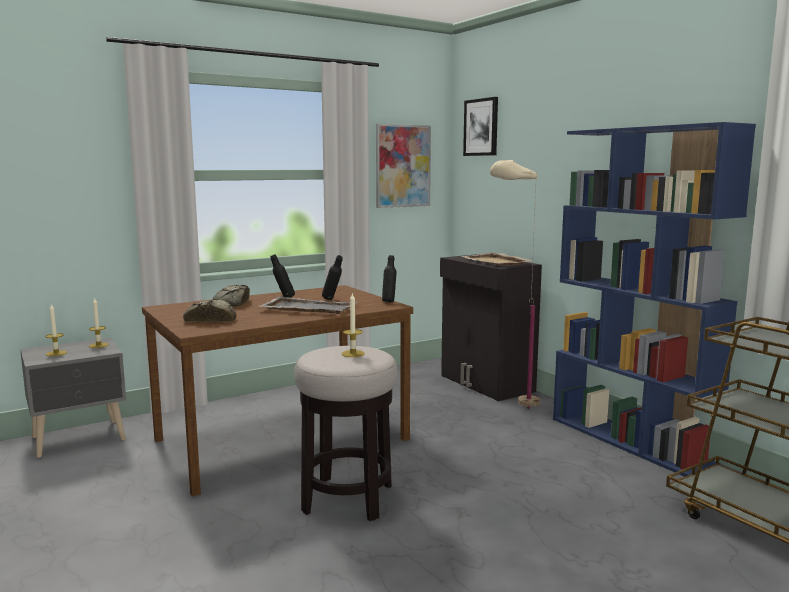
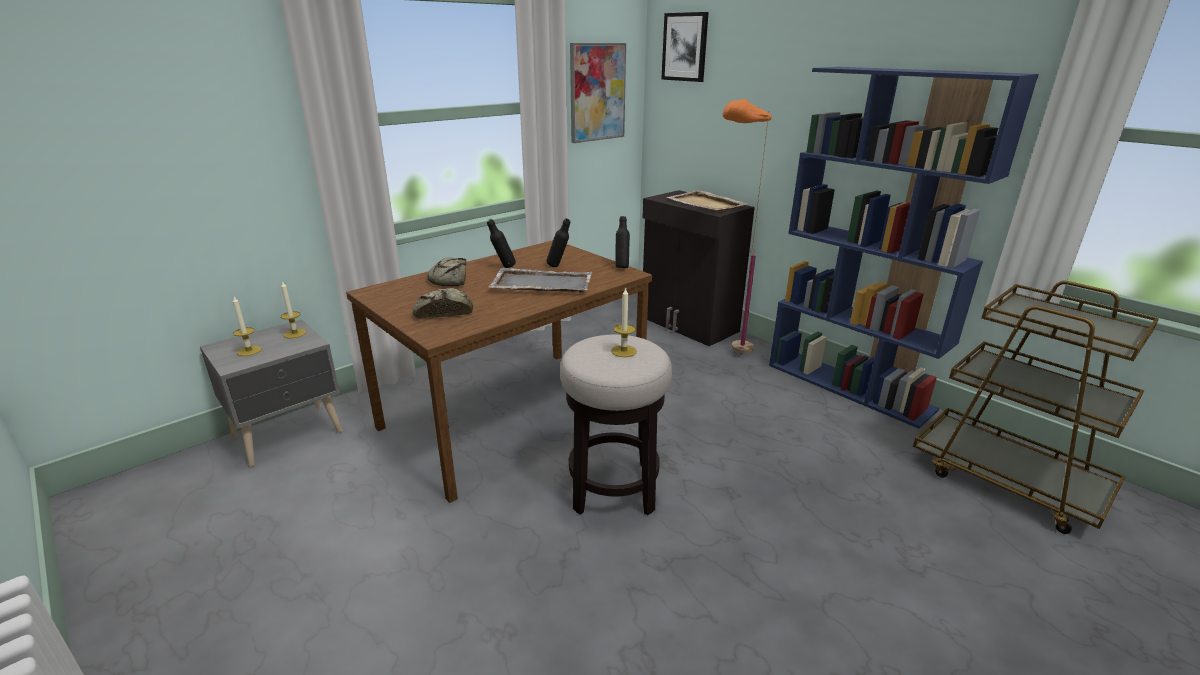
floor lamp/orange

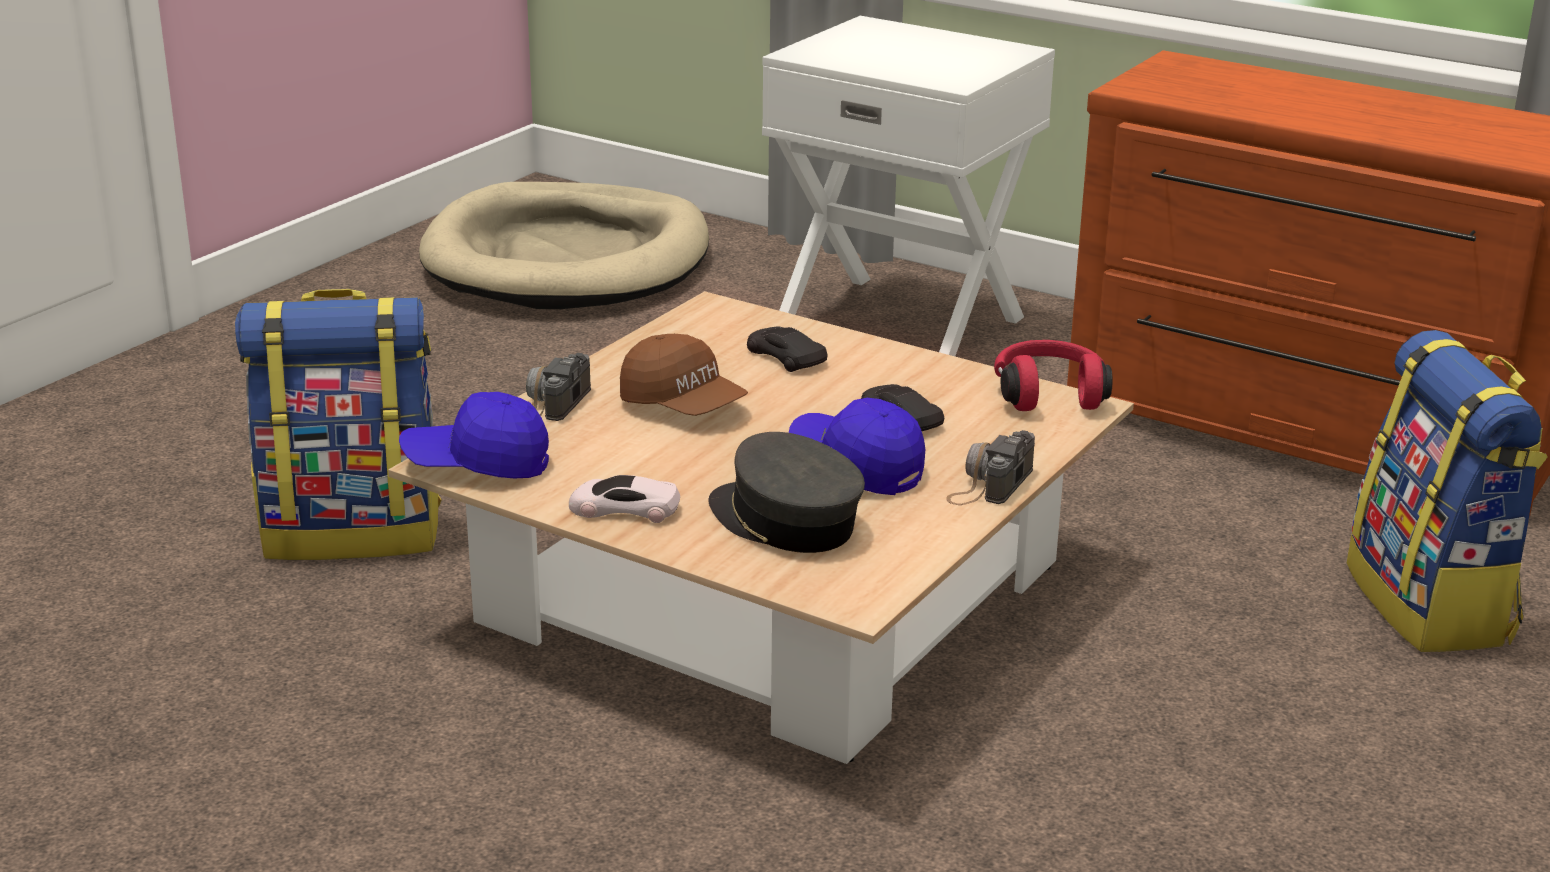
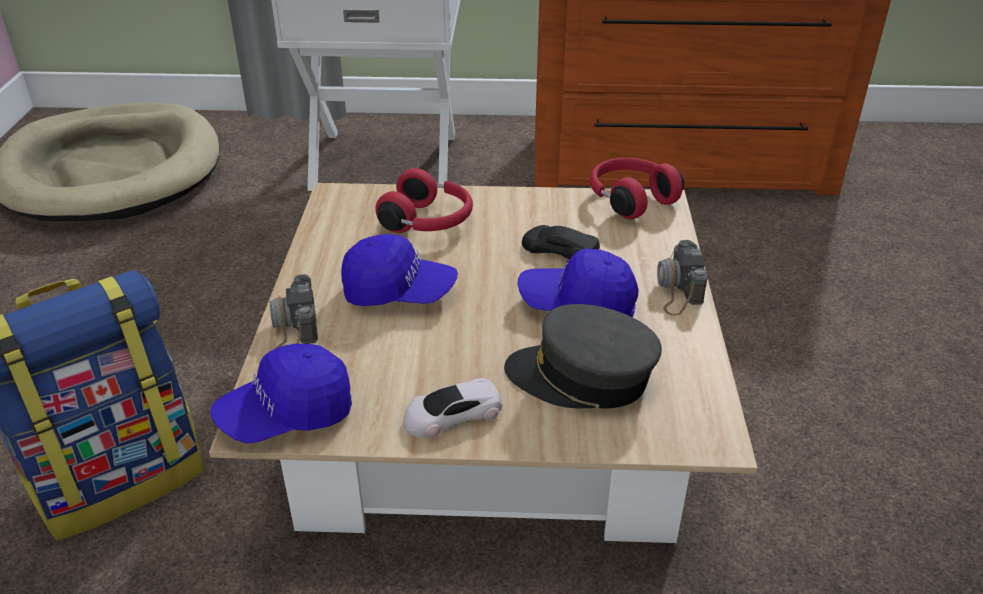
backpack (no. 2 from left in the first image)
headphones/red (no. 1 from left)
cap/blue (no. 2 from left)

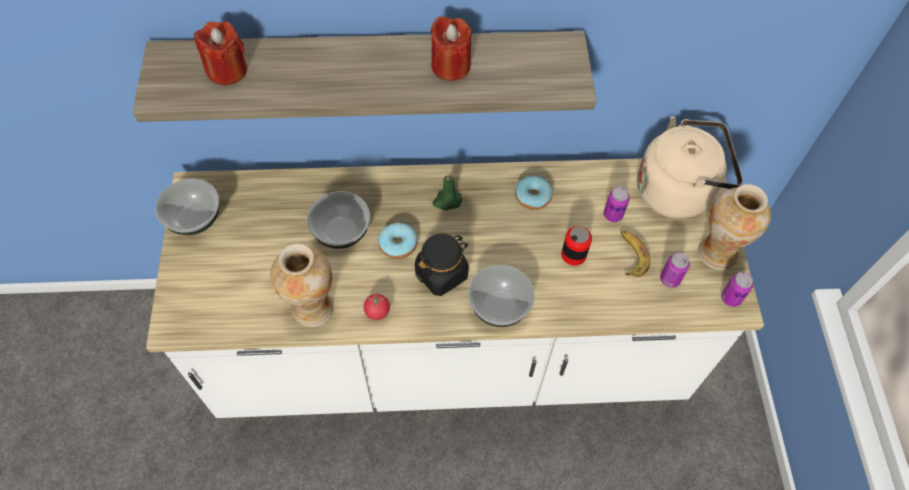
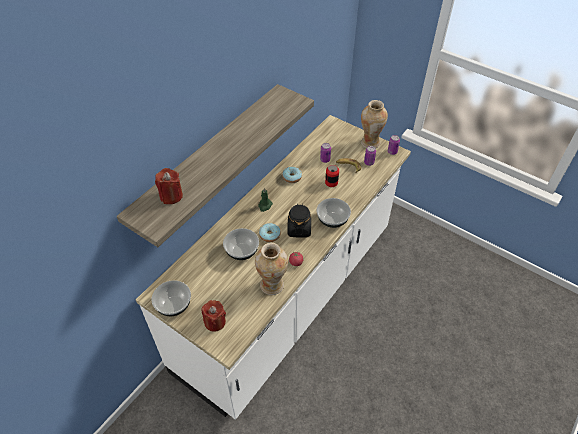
kettle/beige
candle/red (no. 2 from left)

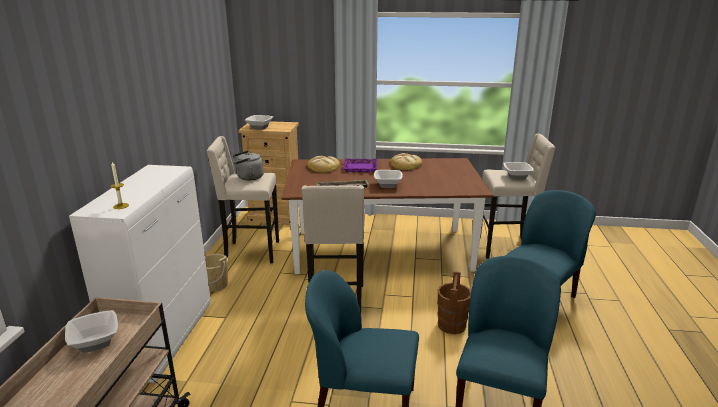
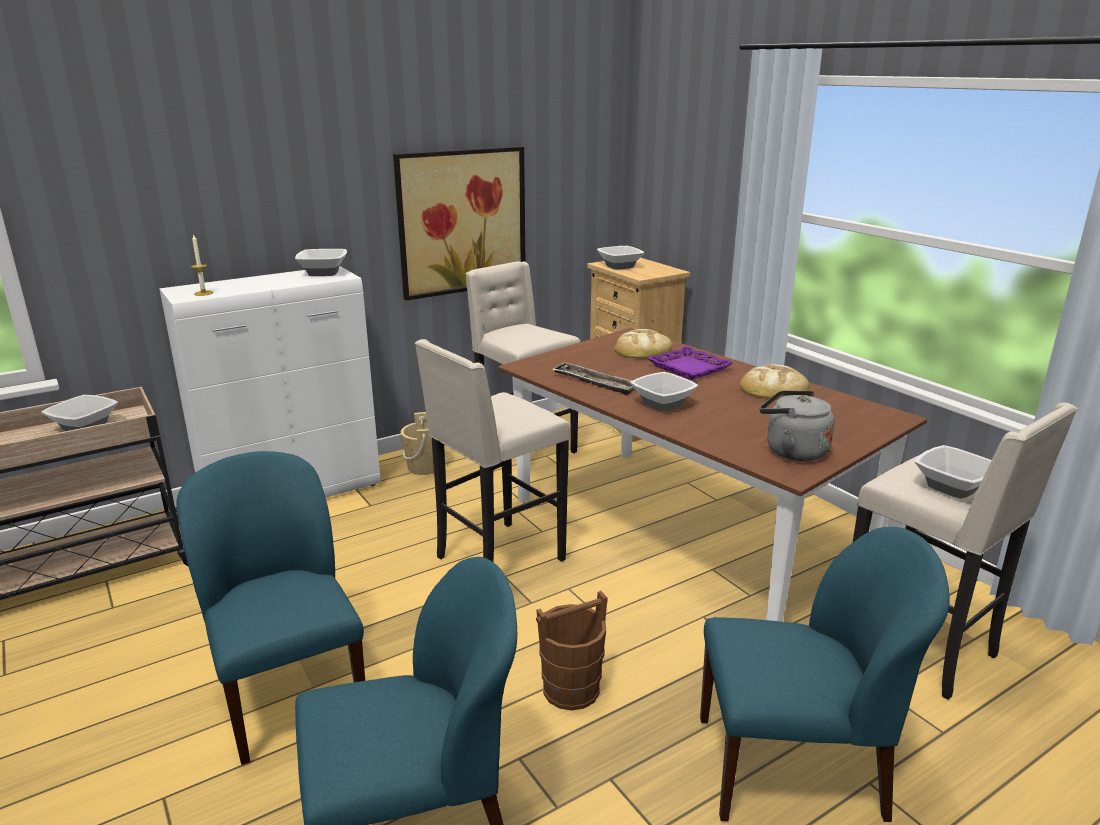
bowl (no. 2 from left)
picture
kettle/grey

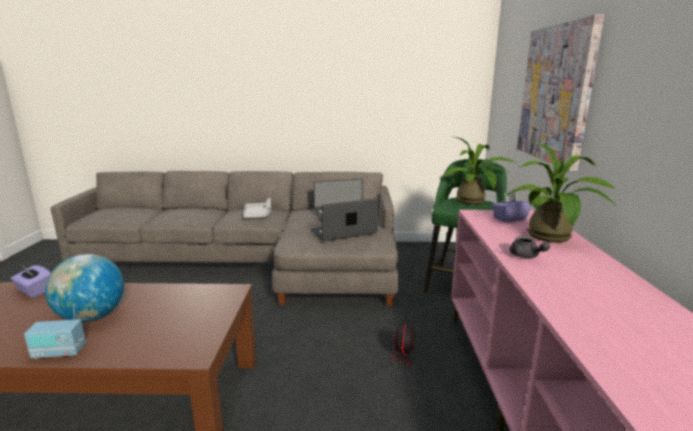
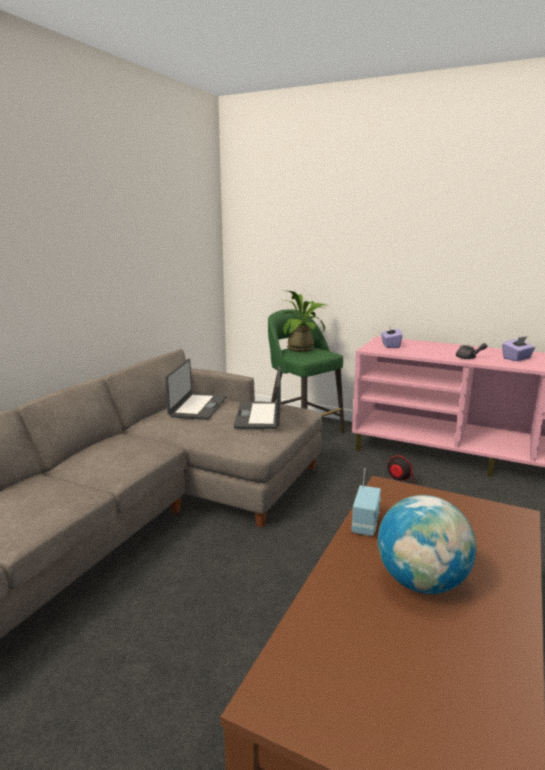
tray/grey
potted plant (no. 2 from left in the first image)
picture
tissue box/purple (no. 2 from left)
radio

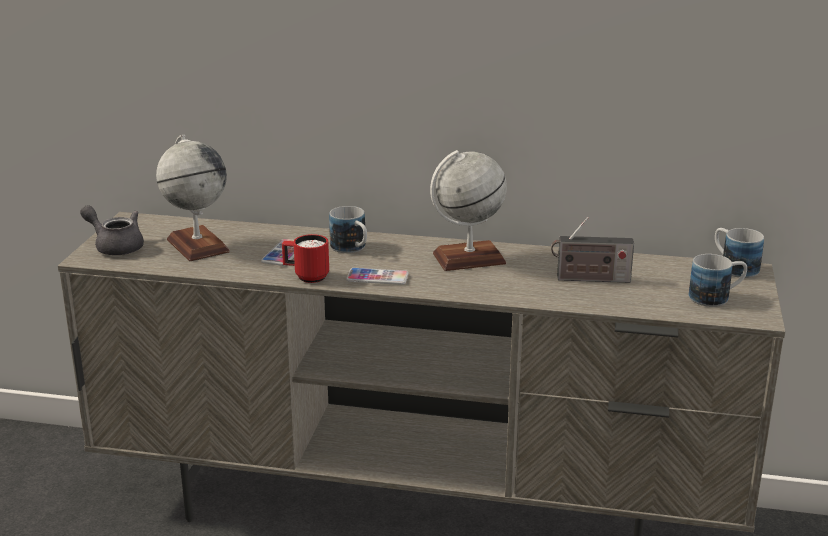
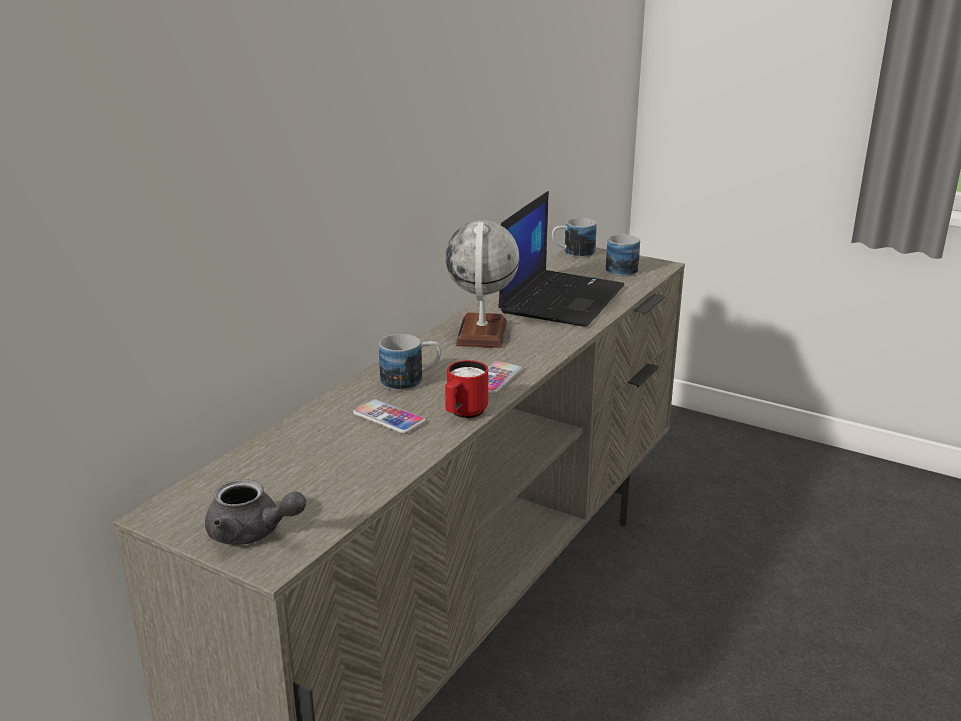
globe (no. 1 from left in the first image)
laptop
teapot/grey

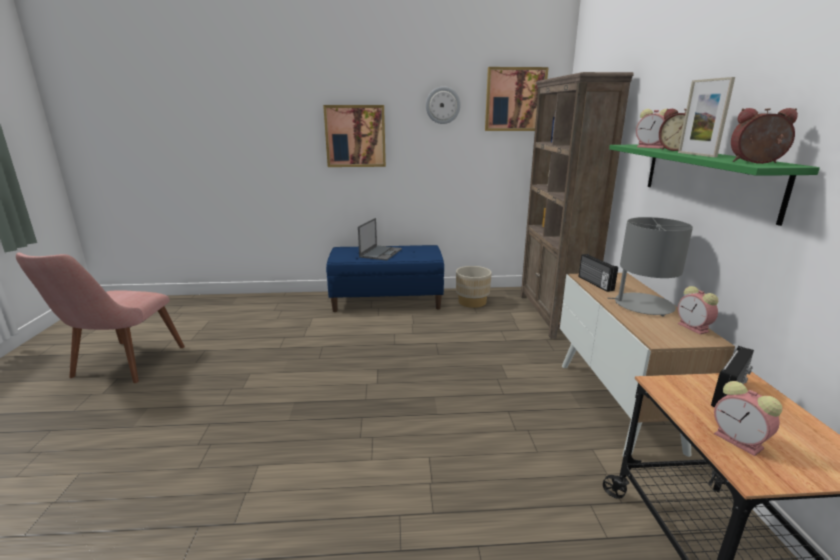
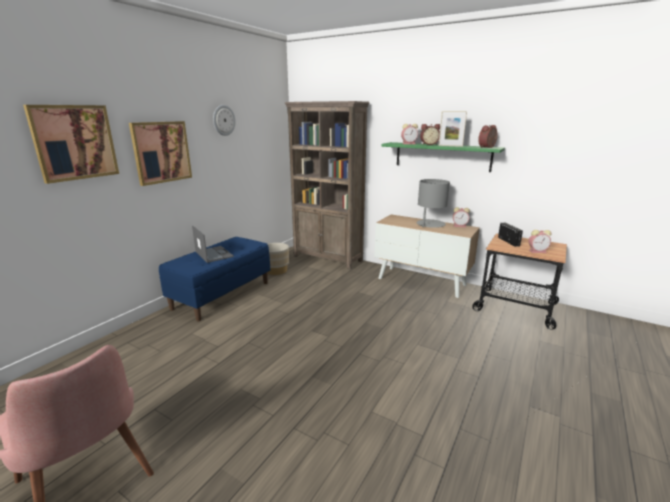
radio (no. 1 from left in the first image)
picture (no. 1 from left)

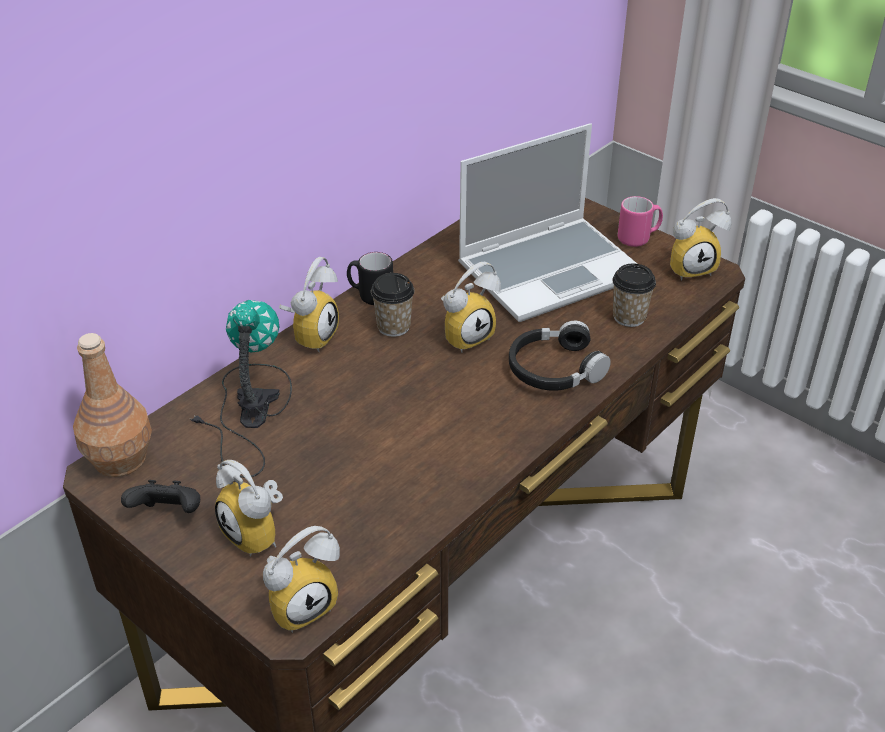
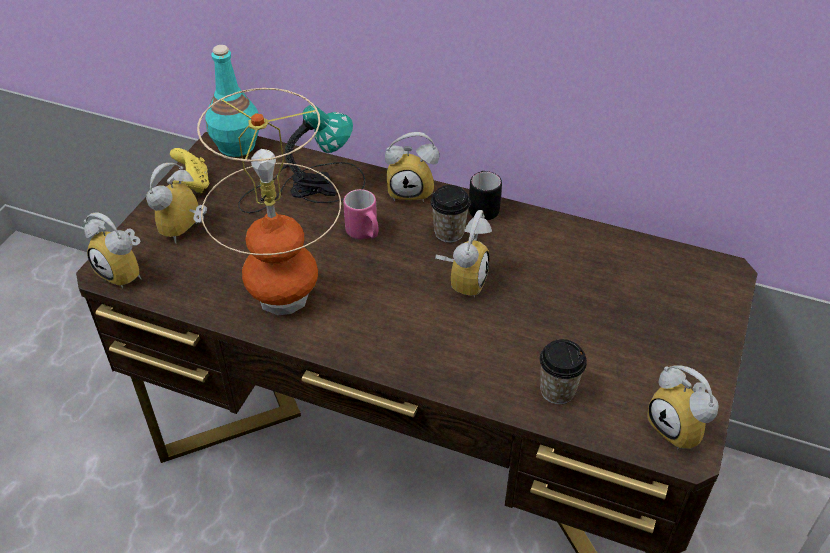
laptop
headphones/black
table lamp (no. 1 from left)
mug/pink
bottle/turquoise
game controller/yellow
alarm clock (no. 4 from left)

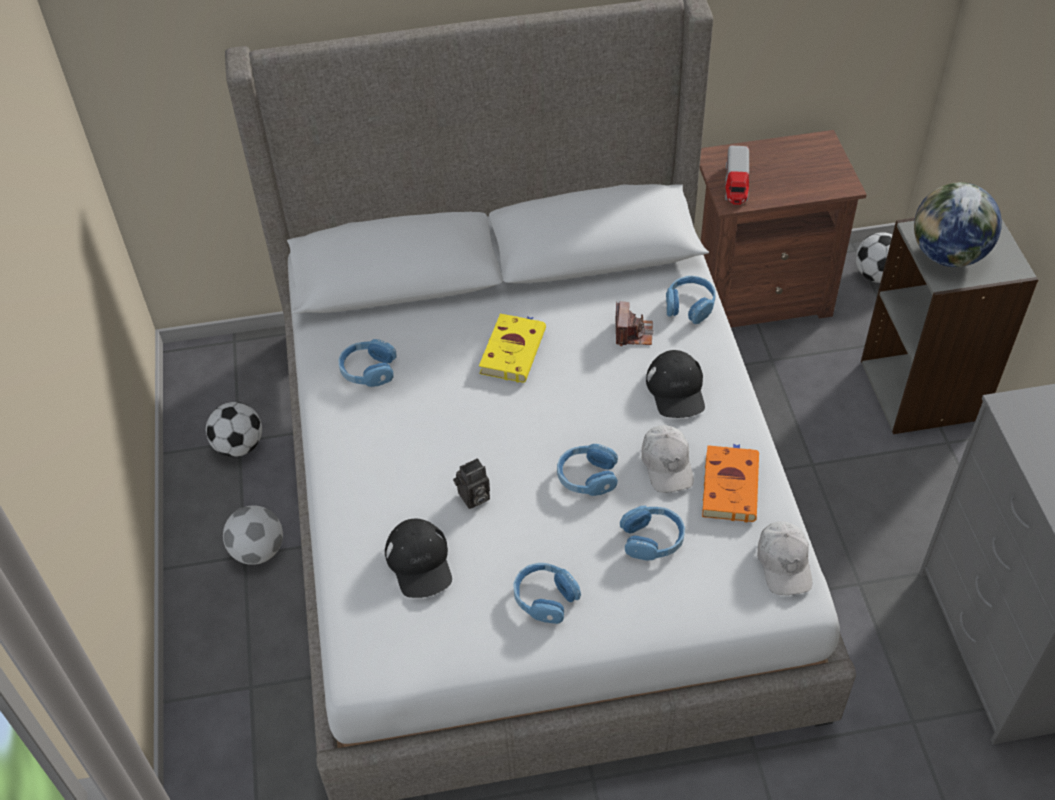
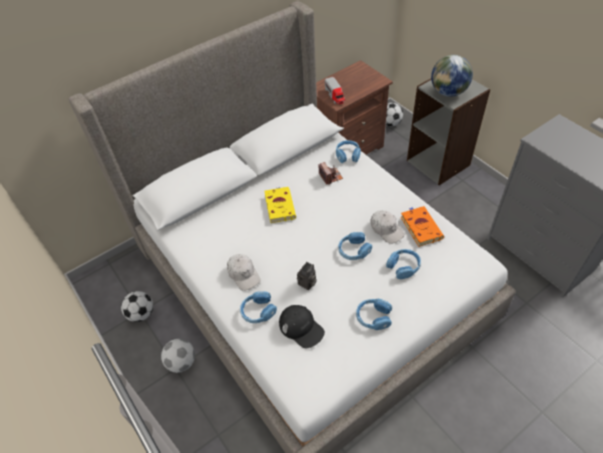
cap/black (no. 2 from left in the first image)
headphones/blue (no. 1 from left)
cap/white (no. 1 from left)

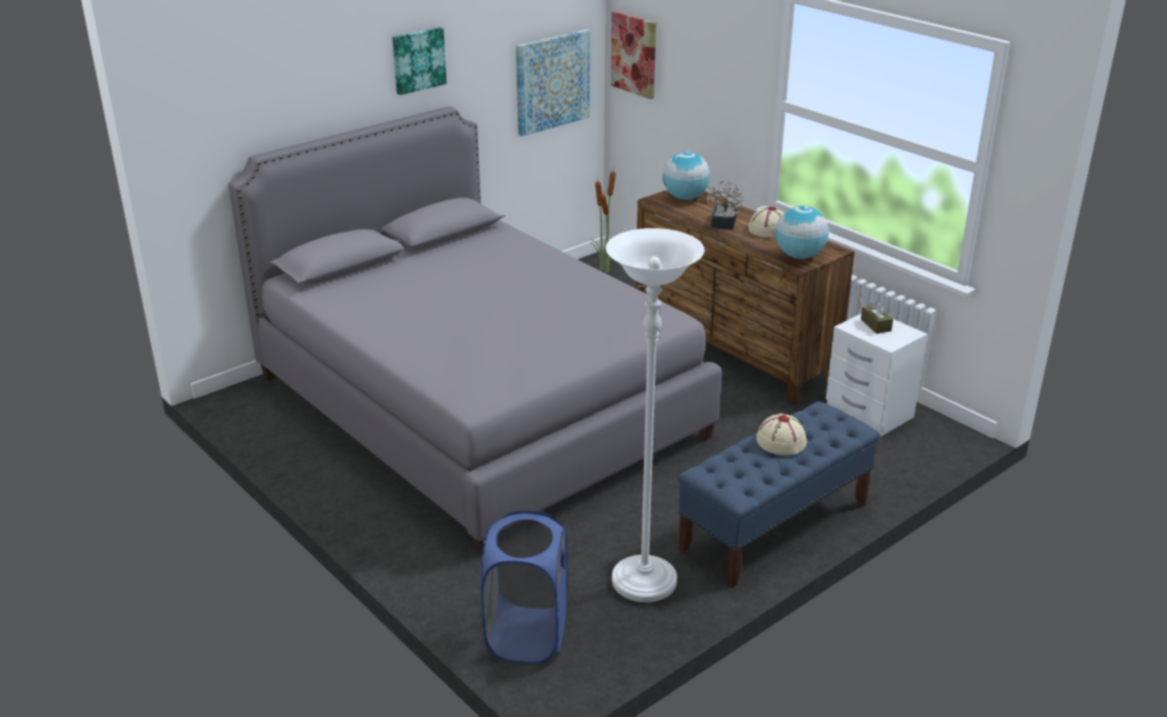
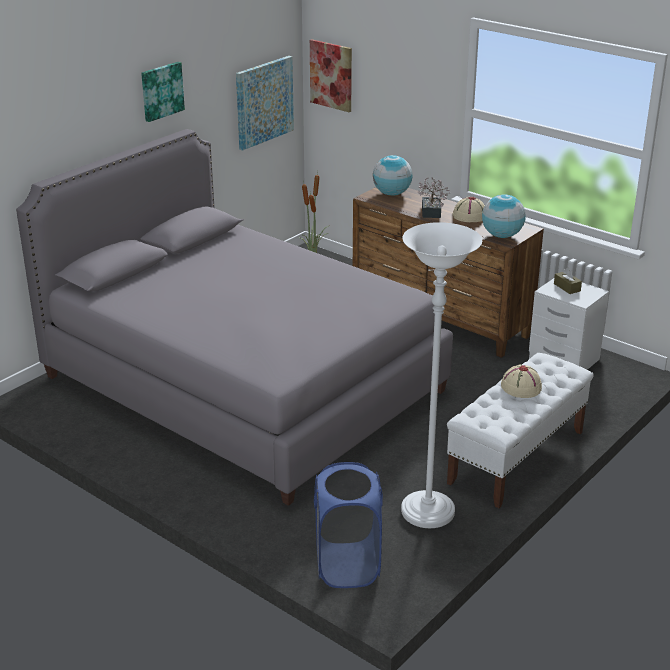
bench/white

